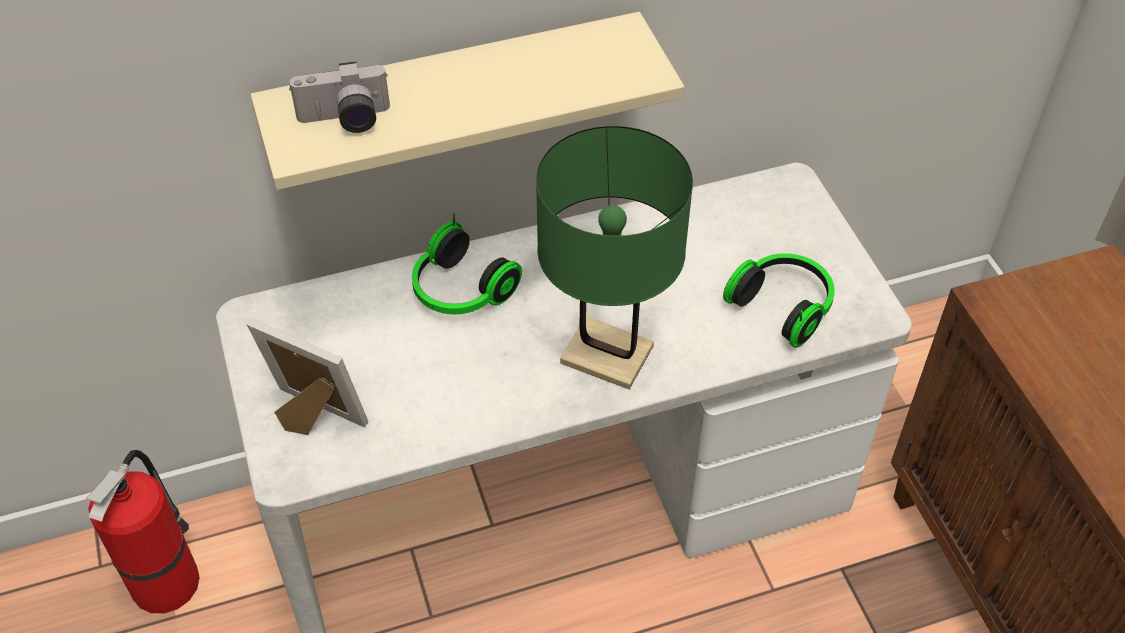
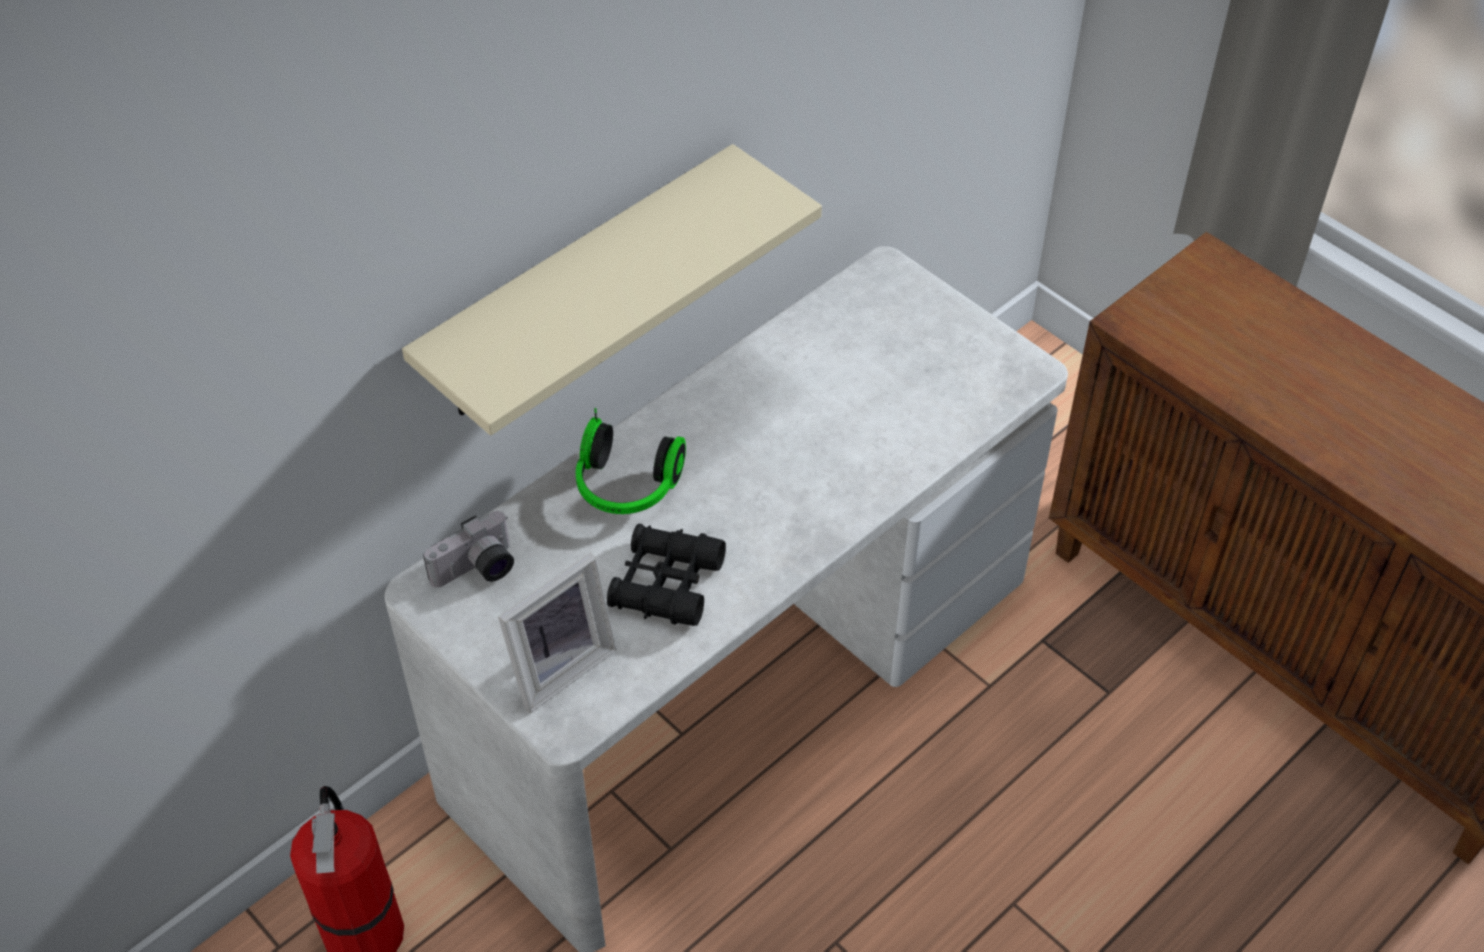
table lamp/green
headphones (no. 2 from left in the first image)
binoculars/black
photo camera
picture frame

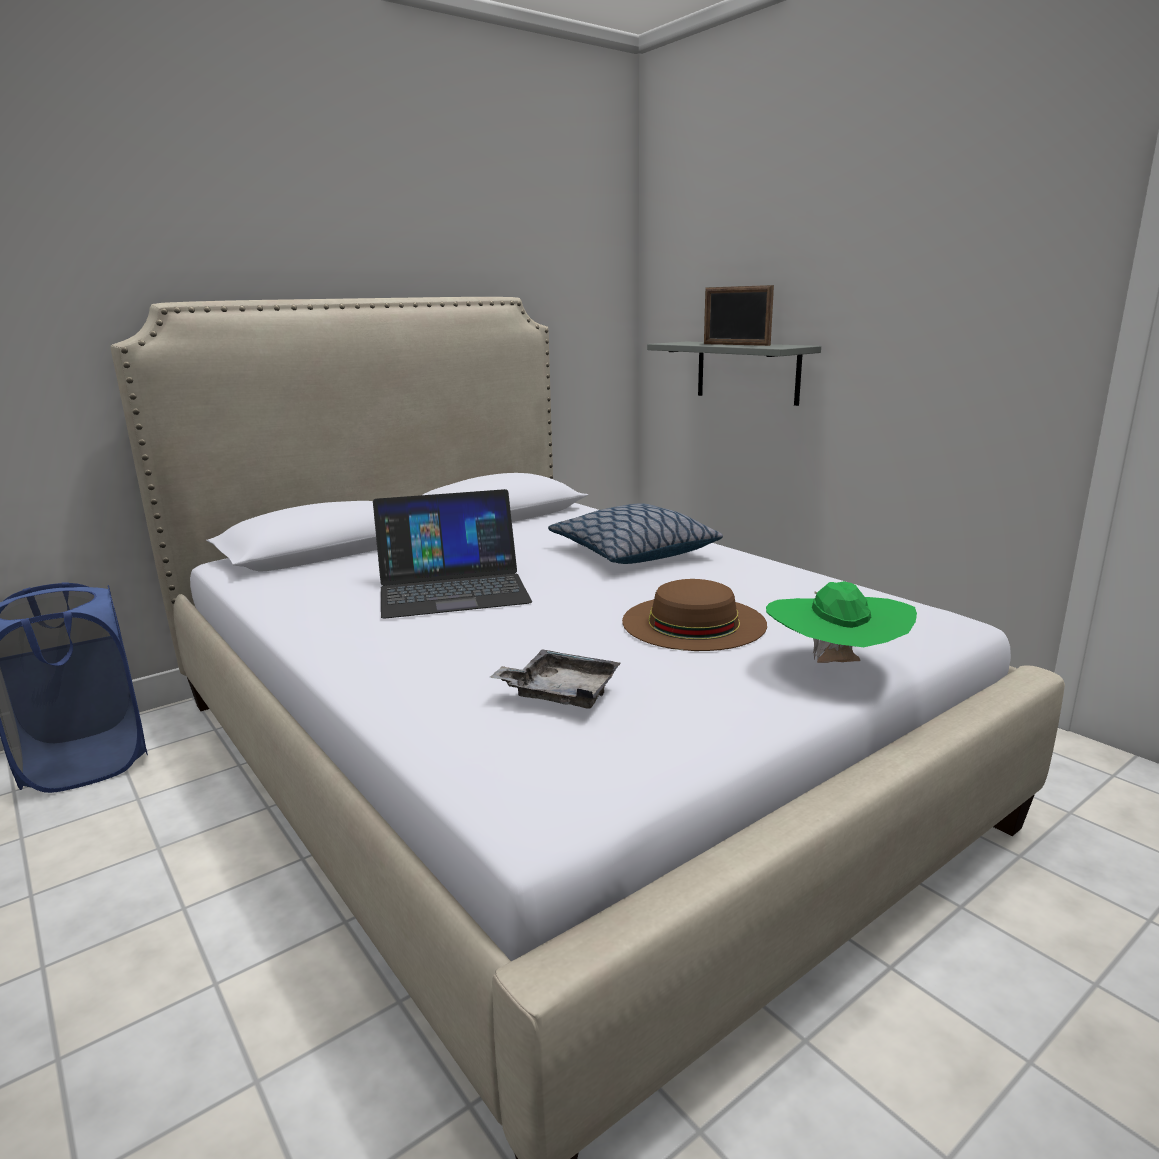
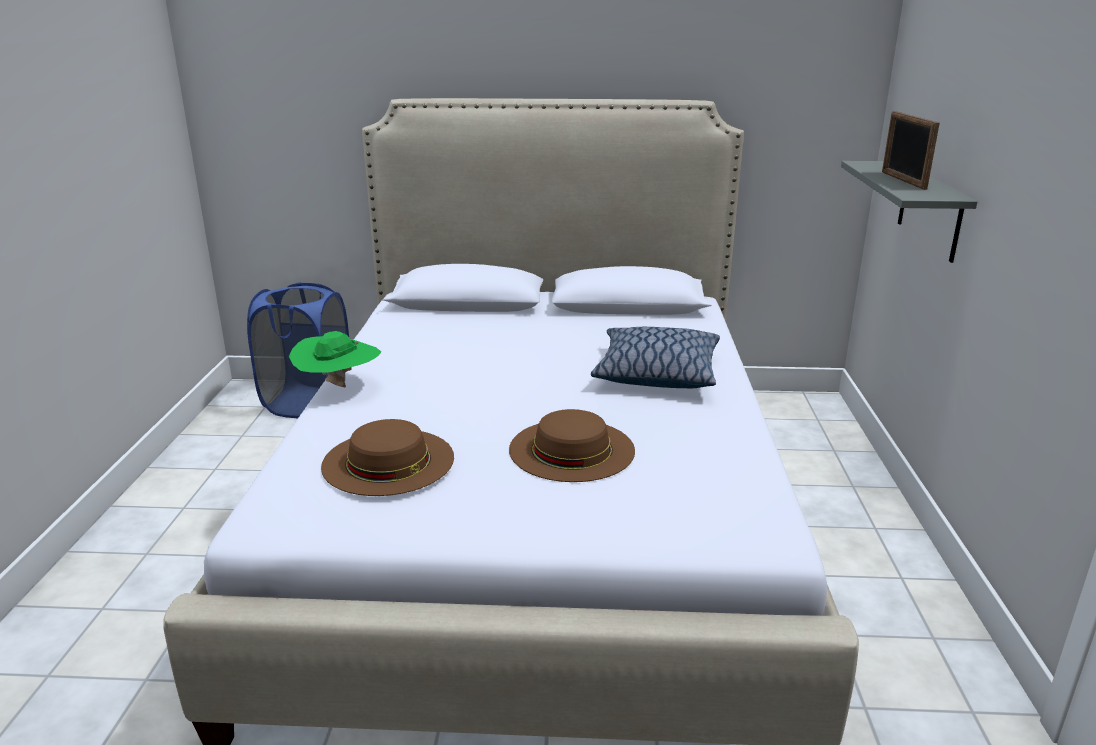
laptop
hat/green
hat/brown (no. 1 from left)

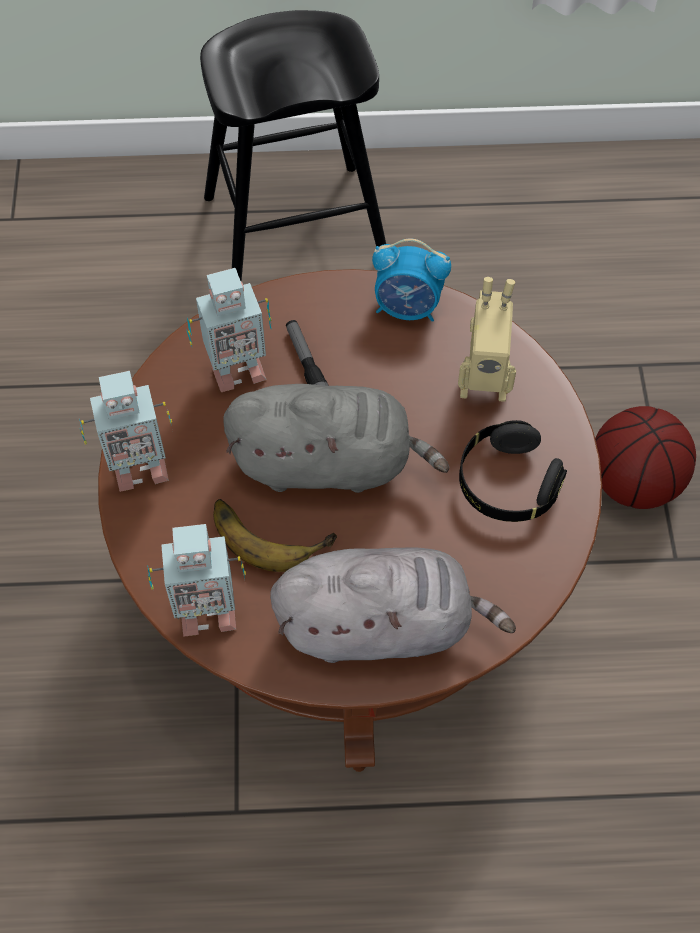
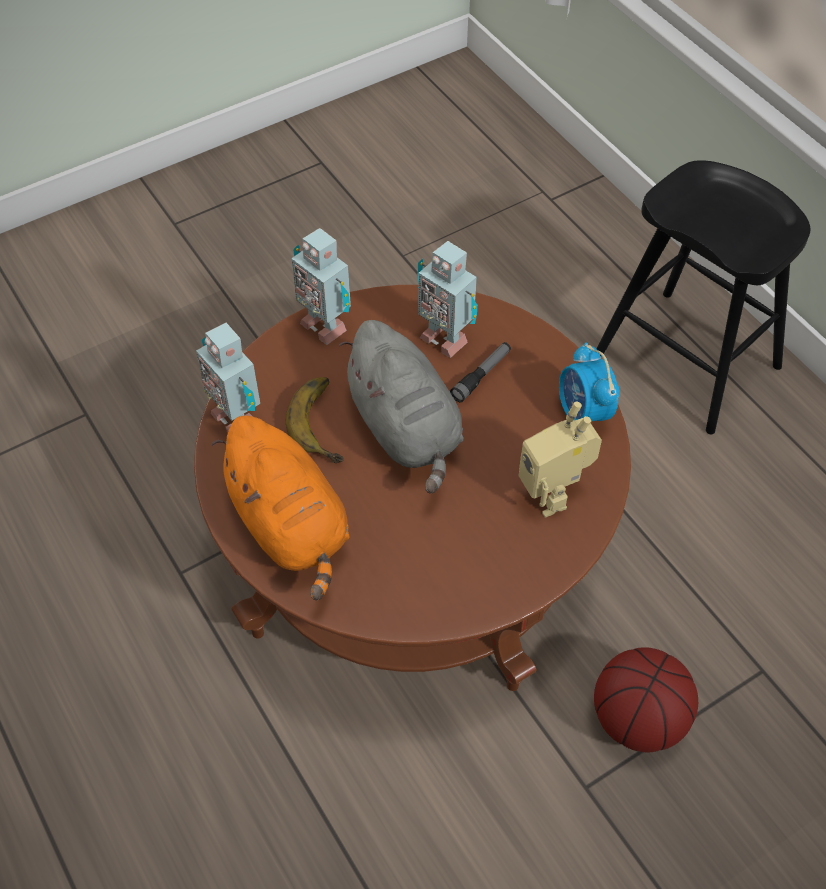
headphones/black
plush toy/orange

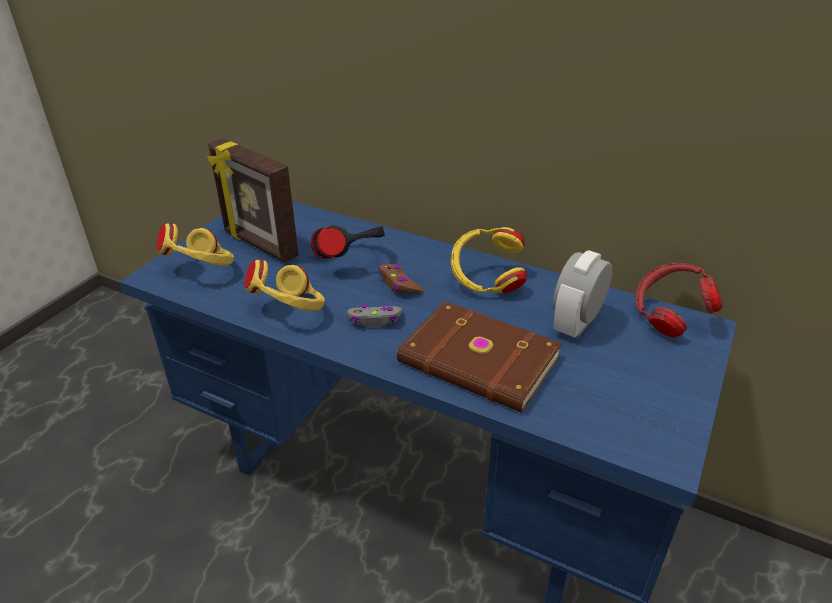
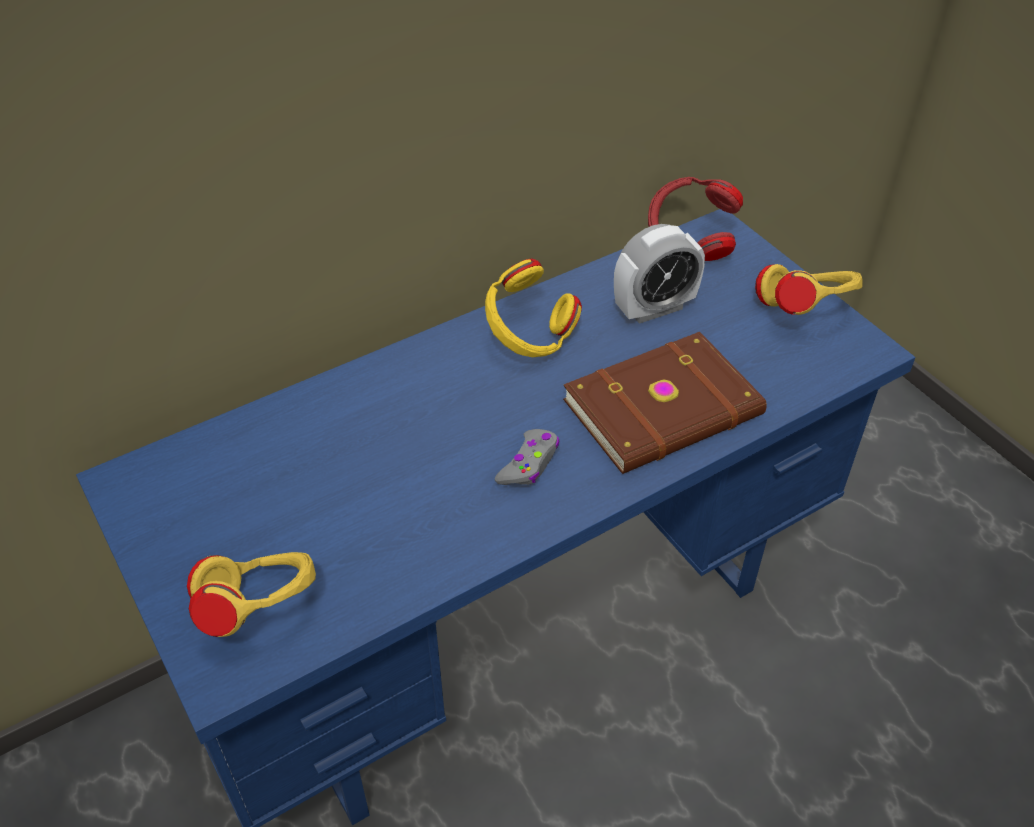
picture frame
headphones/black
game controller/brown
headphones/yellow (no. 3 from left)
alarm clock

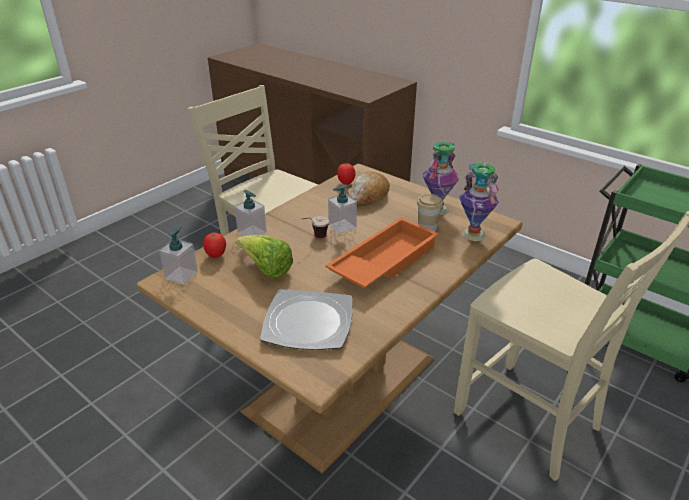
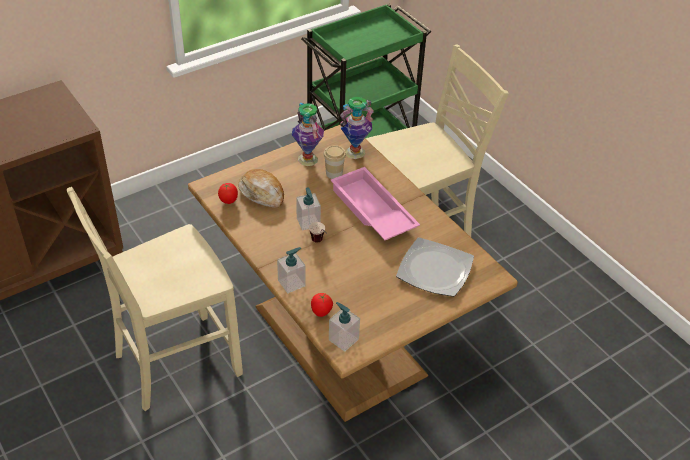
lettuce
tray/pink

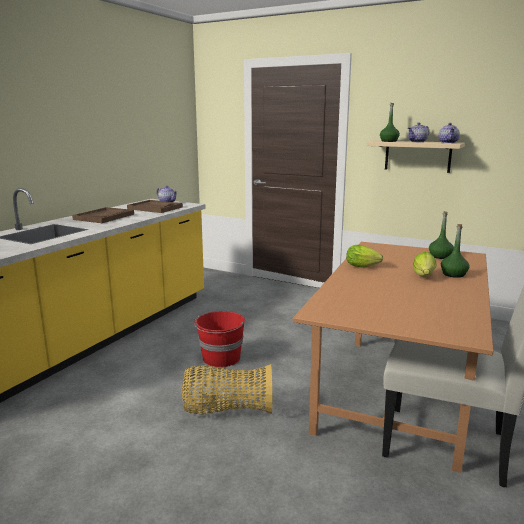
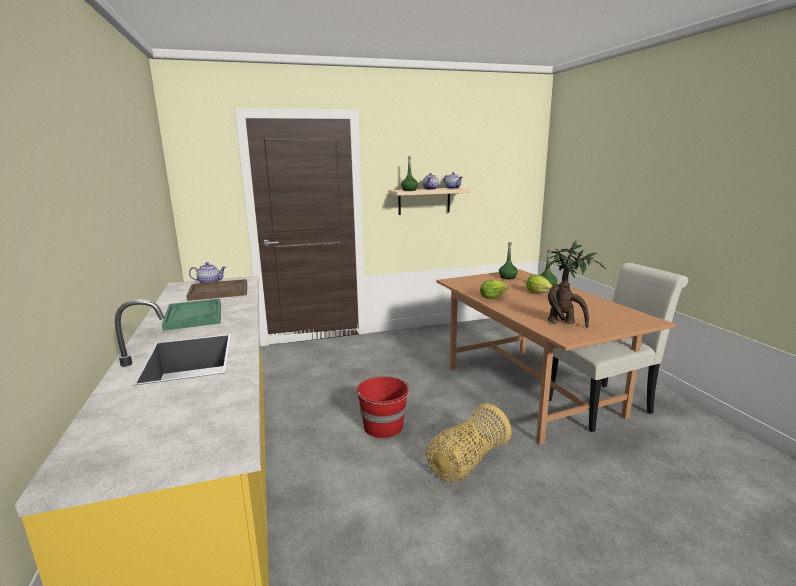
potted plant
tray/green

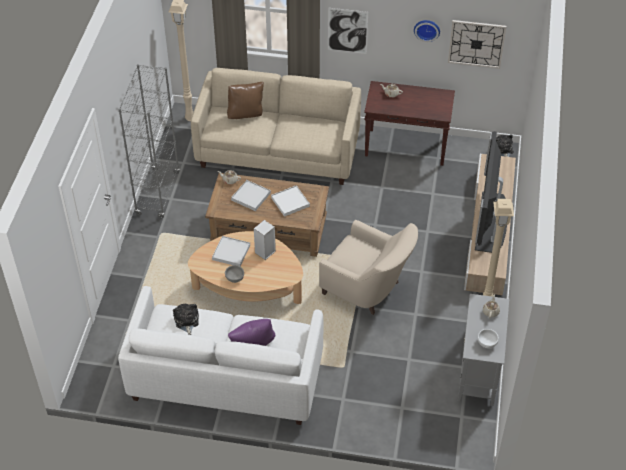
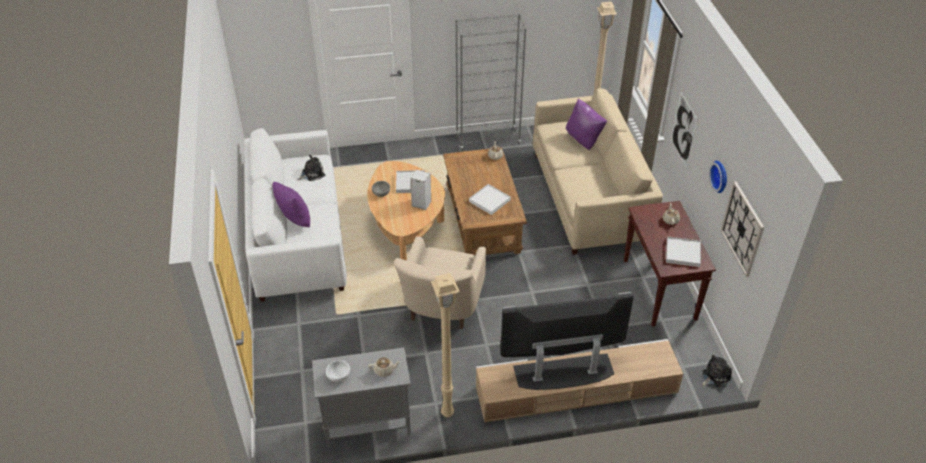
tray/white (no. 3 from left)
pillow/purple (no. 2 from left)

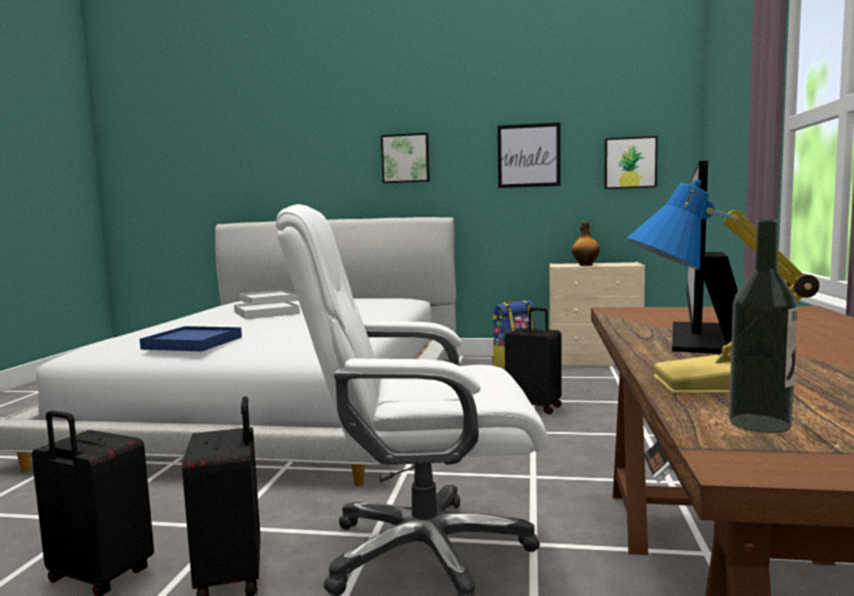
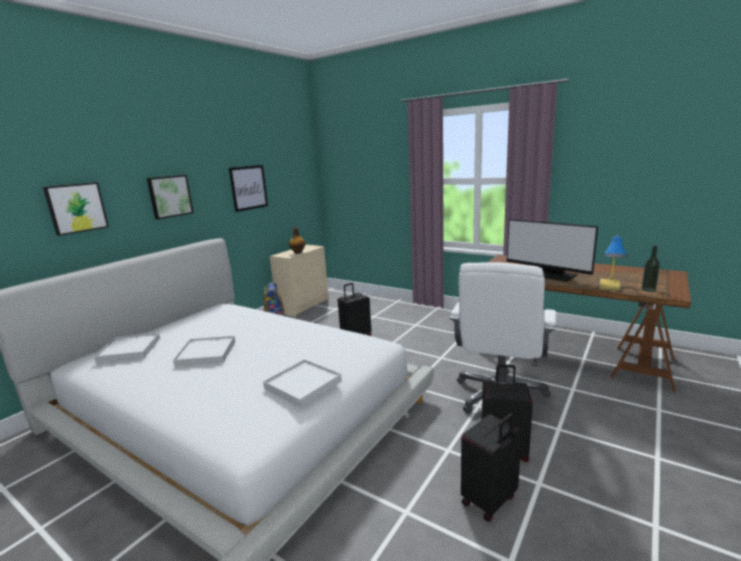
picture (no. 1 from left)
tray/white (no. 3 from left)

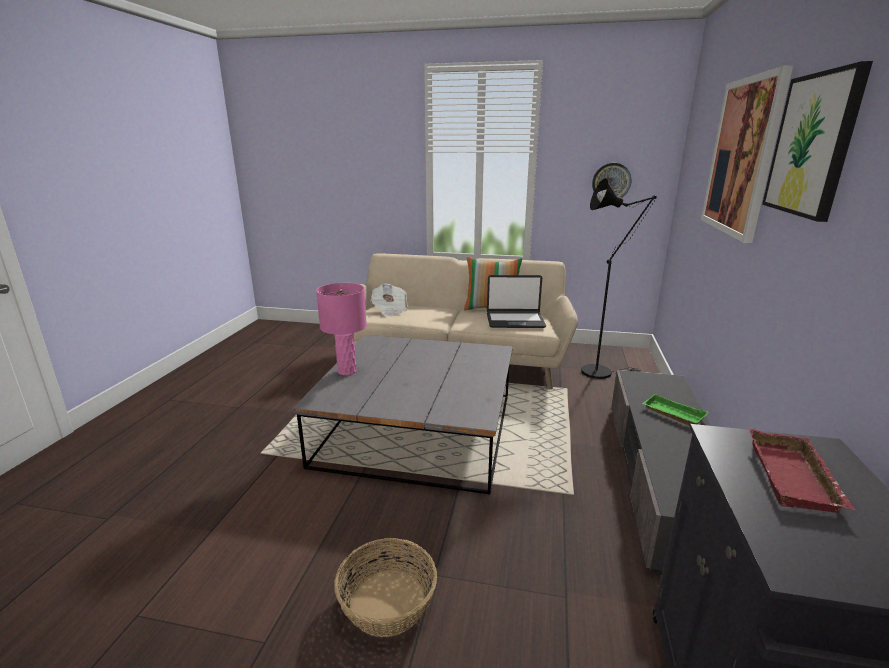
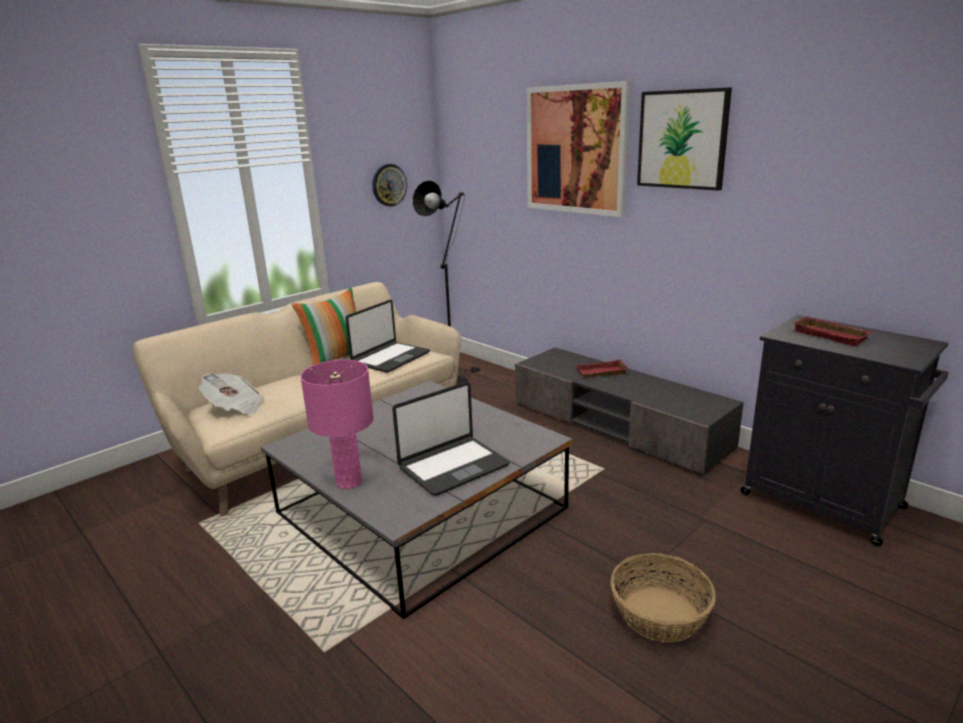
laptop (no. 2 from left)
tray/red (no. 1 from left)

